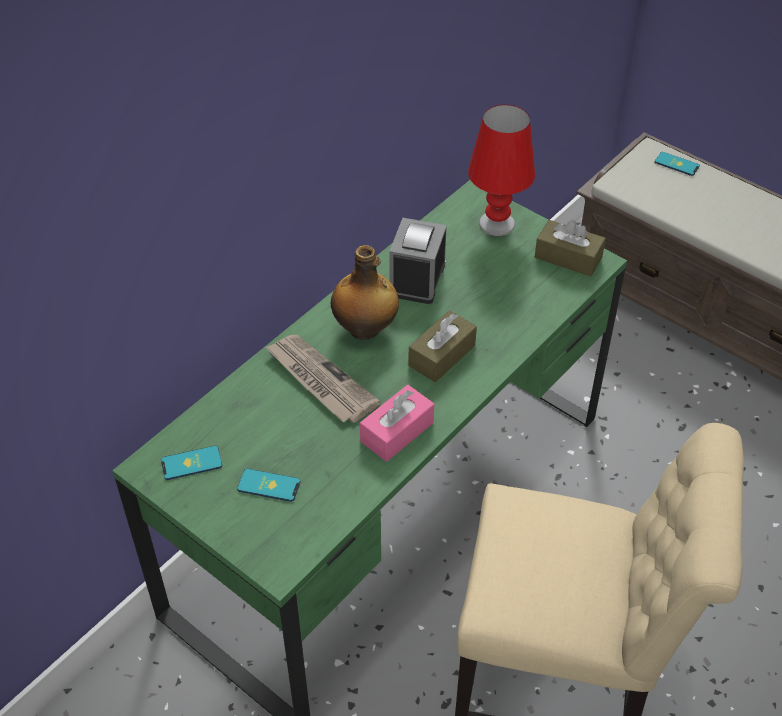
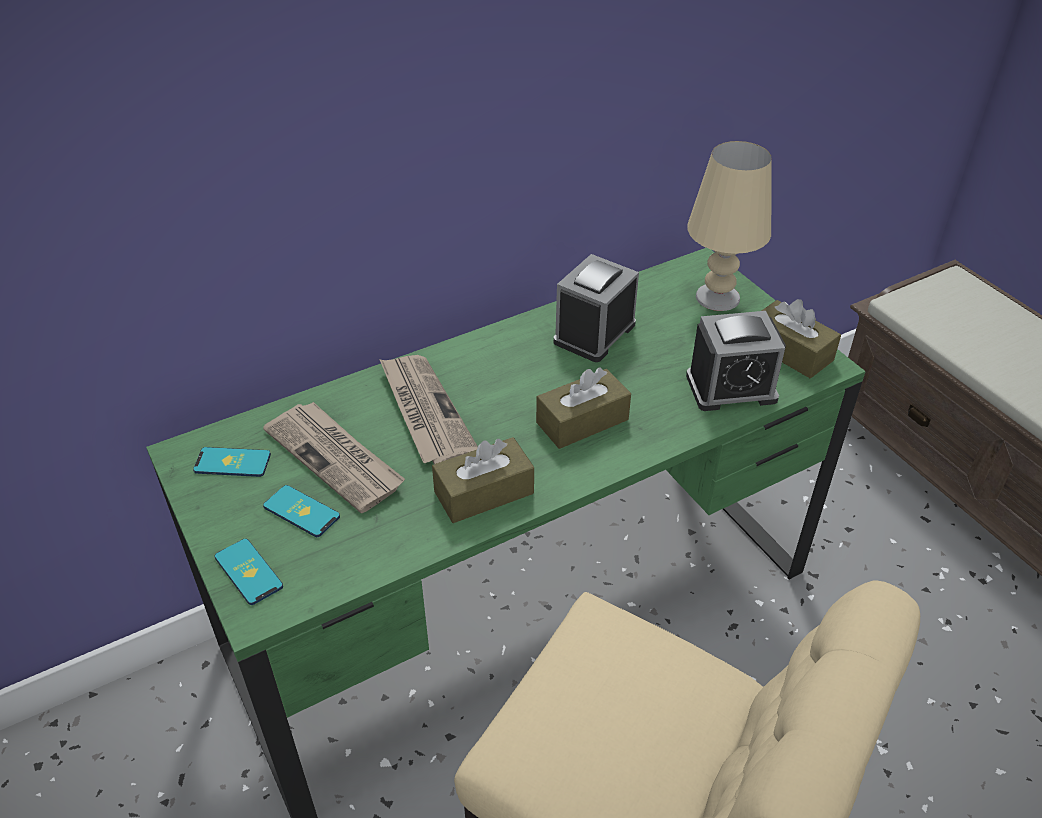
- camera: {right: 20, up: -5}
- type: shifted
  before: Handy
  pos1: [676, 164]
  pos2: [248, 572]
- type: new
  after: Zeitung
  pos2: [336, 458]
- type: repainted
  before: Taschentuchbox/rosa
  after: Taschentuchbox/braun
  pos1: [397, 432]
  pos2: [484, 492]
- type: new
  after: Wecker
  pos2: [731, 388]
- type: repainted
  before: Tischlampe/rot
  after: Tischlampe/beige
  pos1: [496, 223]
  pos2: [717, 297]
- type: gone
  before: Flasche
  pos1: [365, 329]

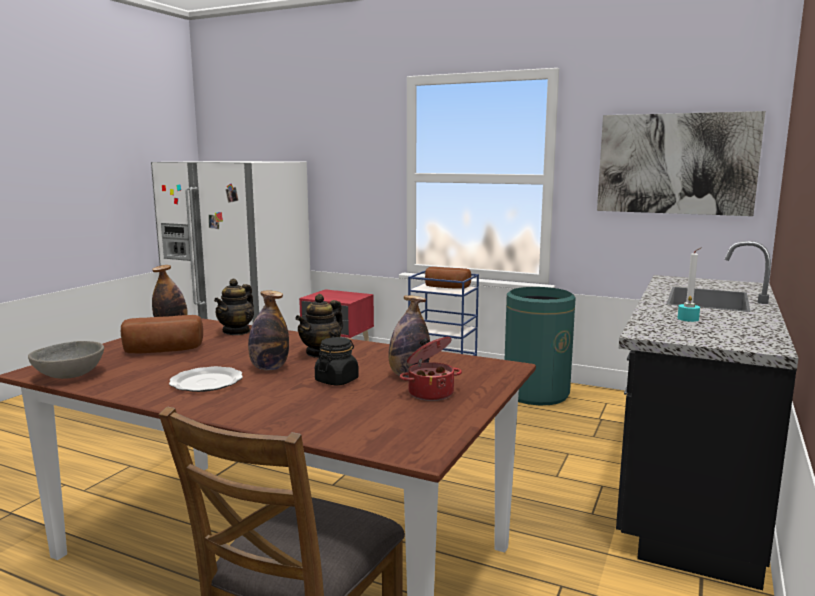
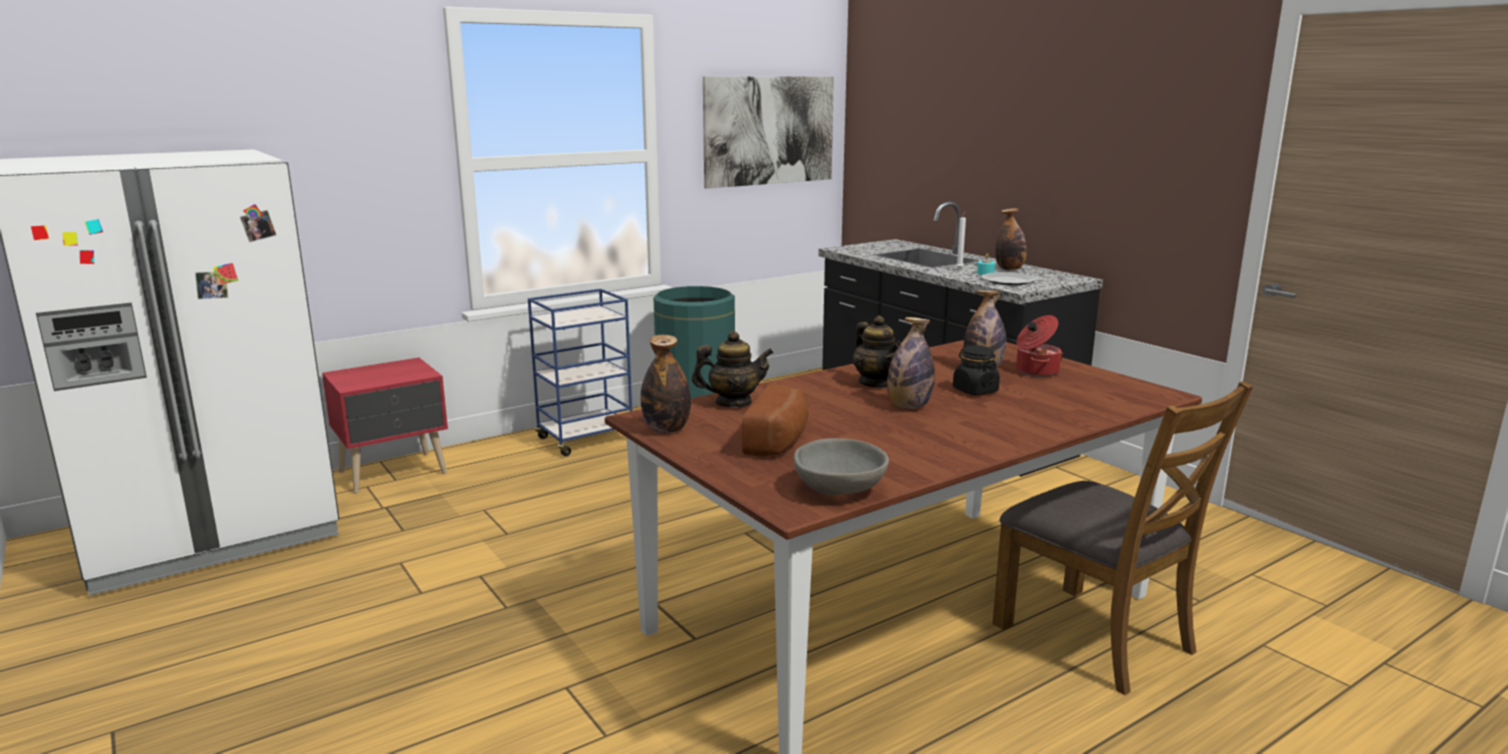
- camera: {right: -60, up: 5}
- type: rotated
  before: Teekanne
  pos1: [236, 331]
  pos2: [733, 403]
  turn: -60
- type: shifted
  before: Teller
  pos1: [207, 382]
  pos2: [1008, 281]
- type: new
  after: Flasche
  pos2: [1009, 269]
- type: gone
  before: Brot
  pos1: [446, 287]

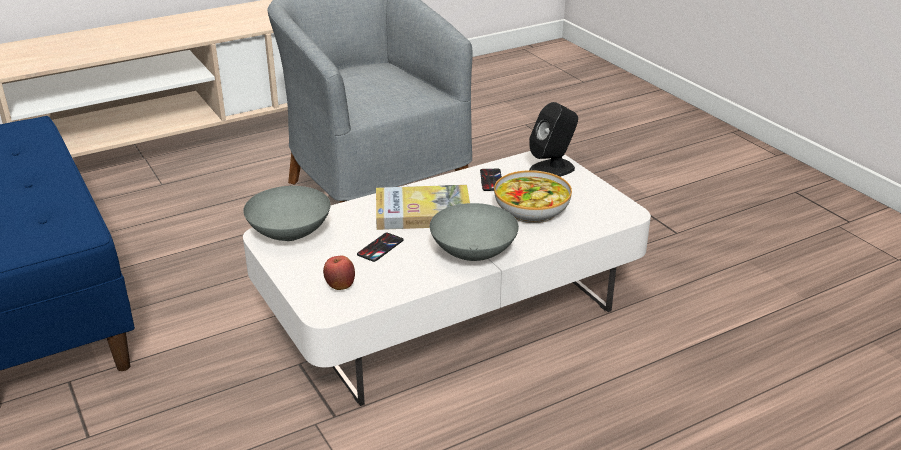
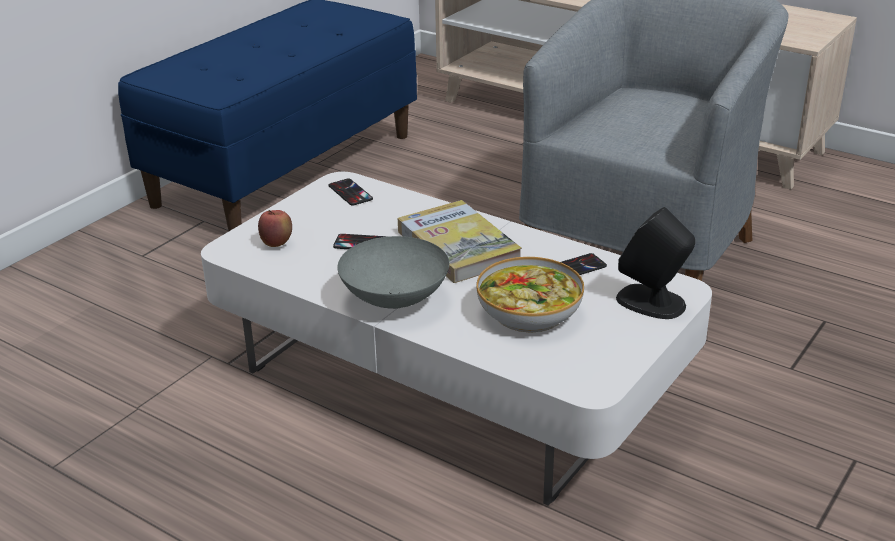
- camera: {right: 65, up: 0}
- type: swapped
  before: Schüssel/grau
  after: Handy
  pos1: [290, 235]
  pos2: [350, 192]

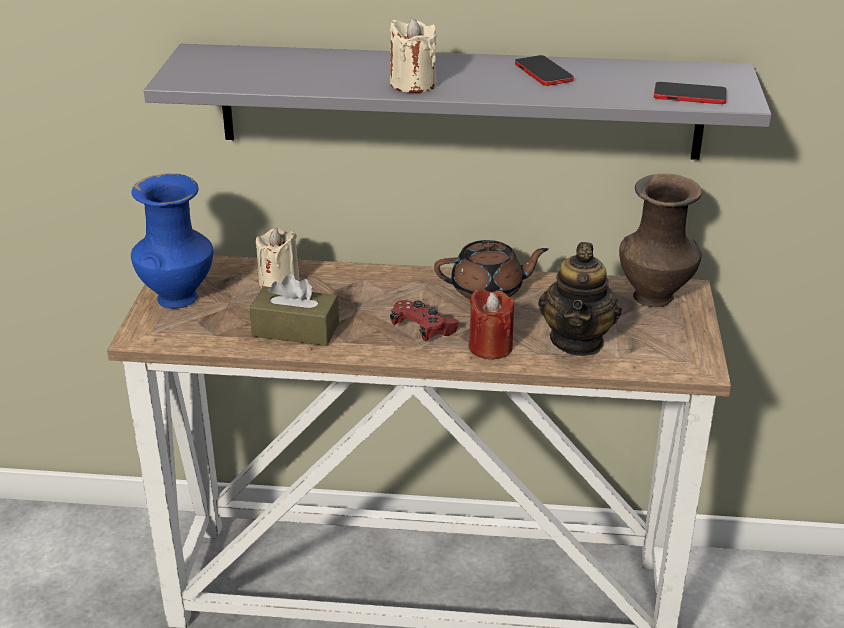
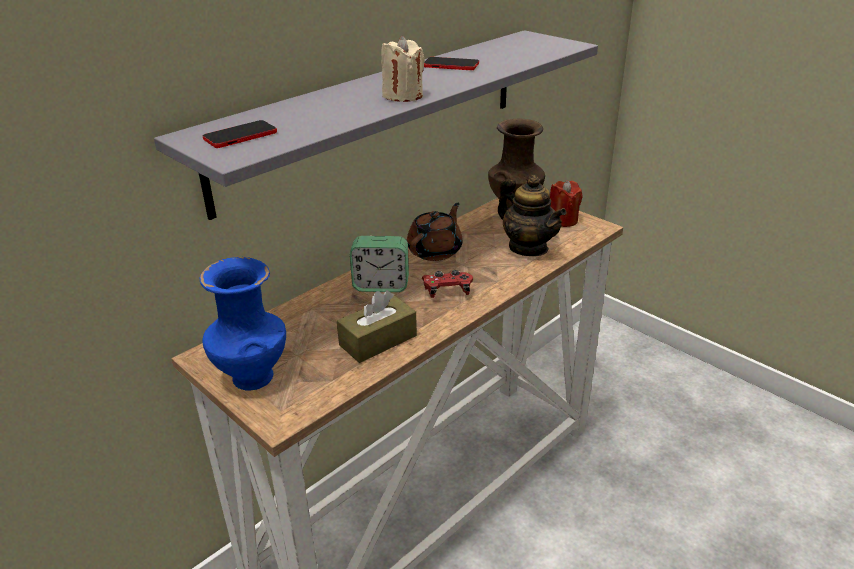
- camera: {right: -50, up: 0}
- type: shifted
  before: Handy
  pos1: [689, 95]
  pos2: [240, 136]
- type: new
  after: Wecker
  pos2: [381, 285]
- type: shifted
  before: Kerze/rot
  pos1: [490, 347]
  pos2: [562, 220]
- type: gone
  before: Kerze/beige
  pos1: [279, 282]

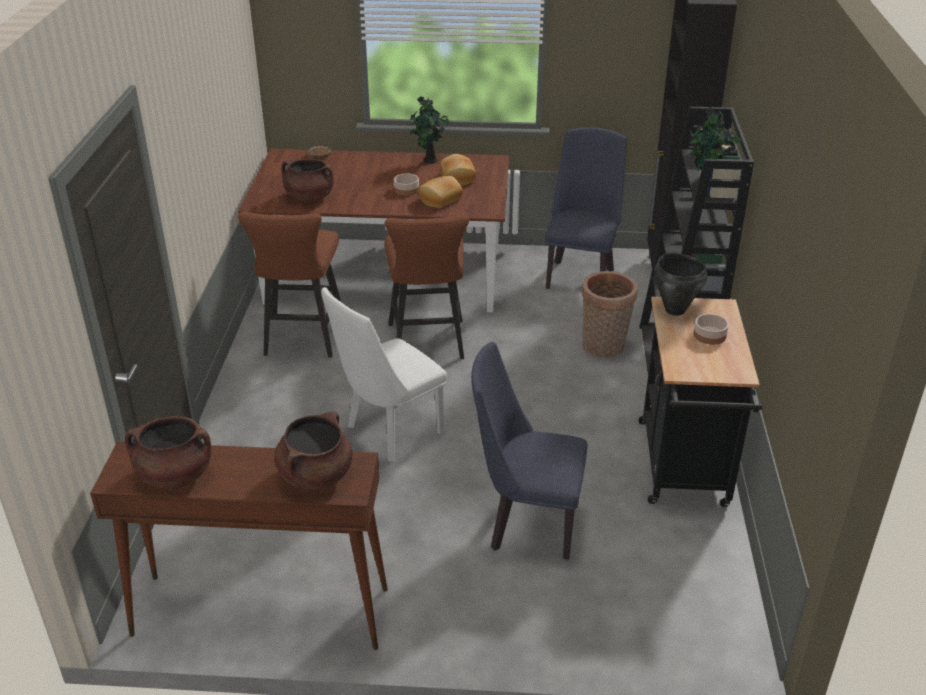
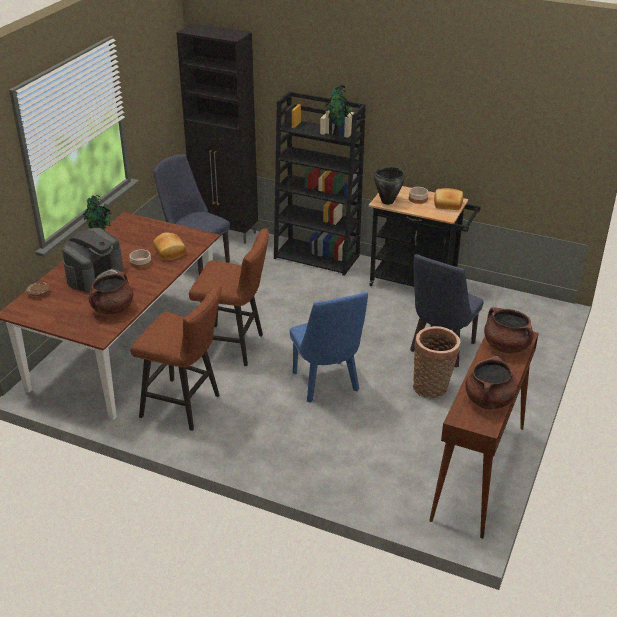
- camera: {right: -70, up: 0}
- type: new
  after: Kaffeemaschine
  pos2: [95, 275]
- type: repainted
  before: Stuhl/weiß
  after: Stuhl/blau
  pos1: [388, 433]
  pos2: [327, 385]
- type: shifted
  before: Korb
  pos1: [604, 348]
  pos2: [432, 387]
- type: shifted
  before: Brot
  pos1: [456, 178]
  pos2: [447, 205]

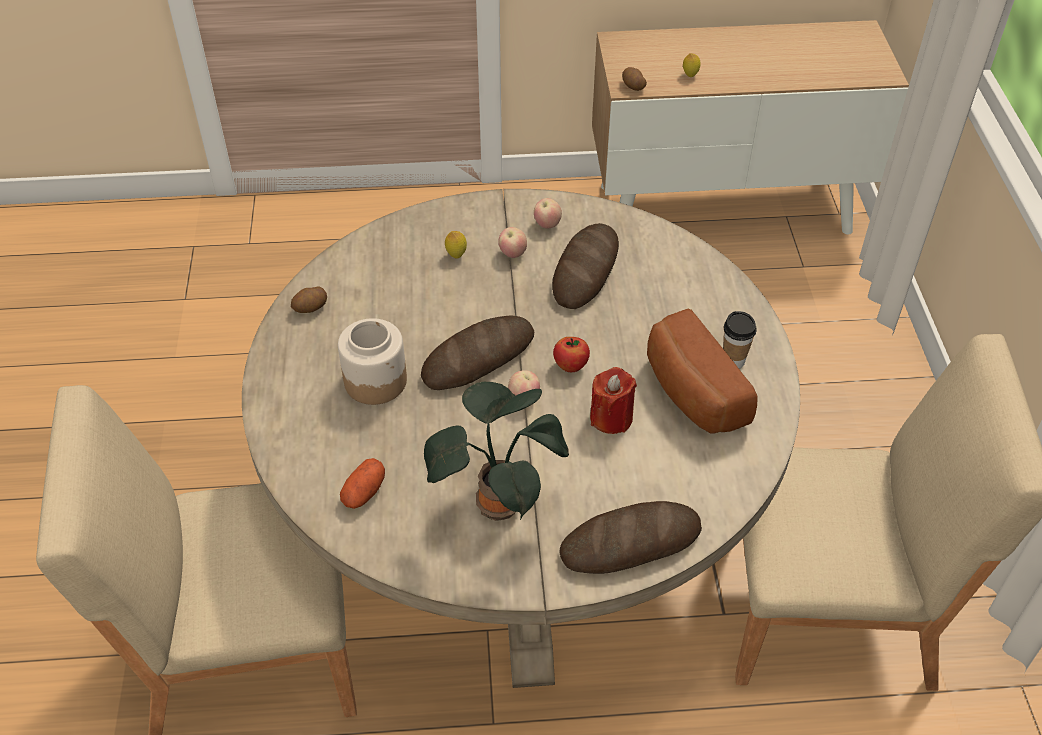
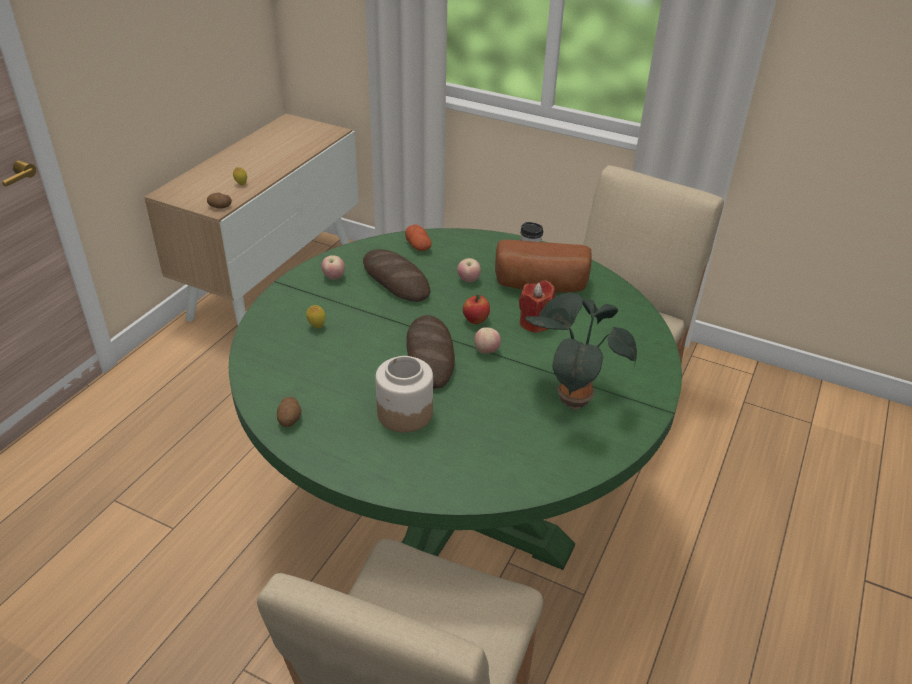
- camera: {right: -60, up: -10}
- type: repainted
  before: Esstisch/beige
  after: Esstisch/grün
  pos1: [521, 543]
  pos2: [450, 509]
- type: shifted
  before: Kartoffel
  pos1: [364, 492]
  pos2: [418, 246]
- type: shifted
  before: Apfel
  pos1: [512, 254]
  pos2: [468, 280]
- type: gone
  before: Brot
  pos1: [630, 543]

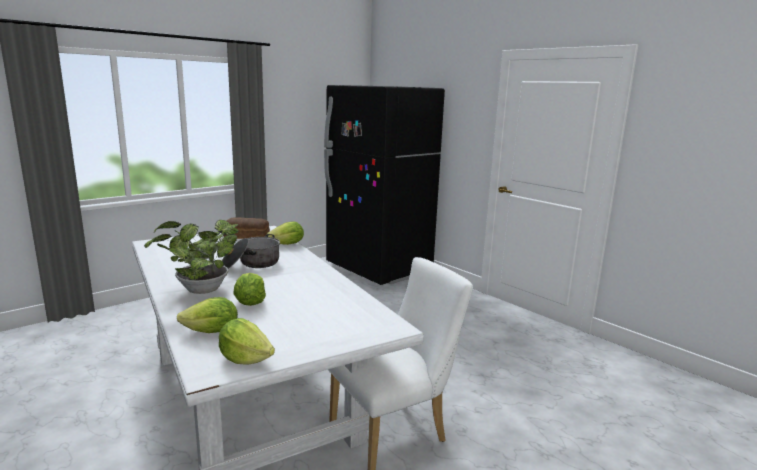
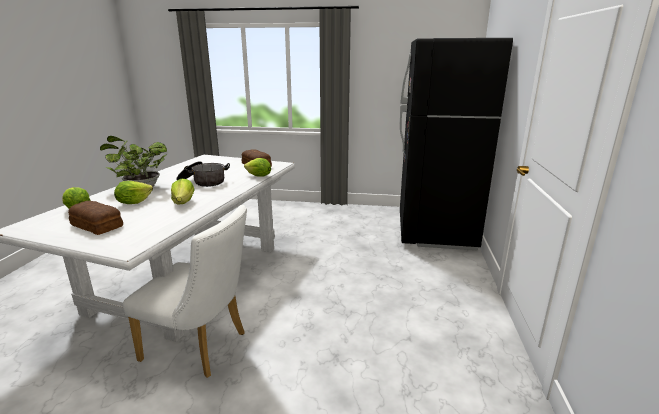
- camera: {right: 50, up: 5}
- type: new
  after: Brot
  pos2: [97, 225]
- type: shifted
  before: Salatkopf
  pos1: [245, 359]
  pos2: [184, 202]

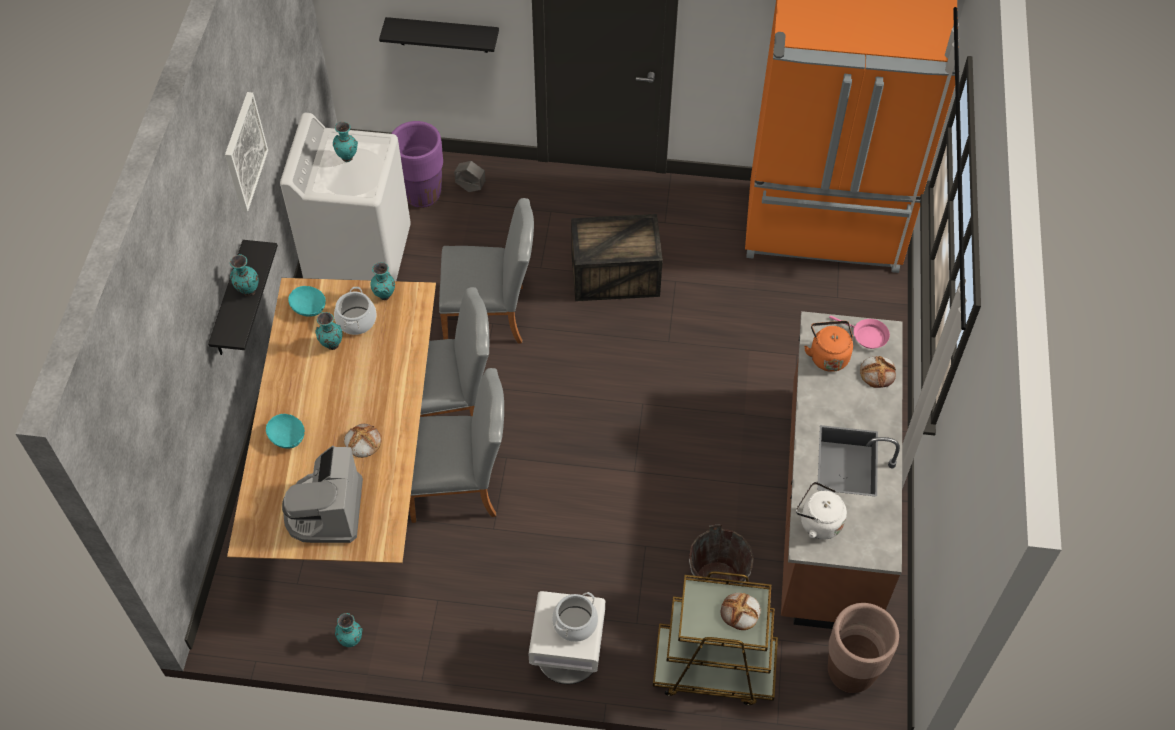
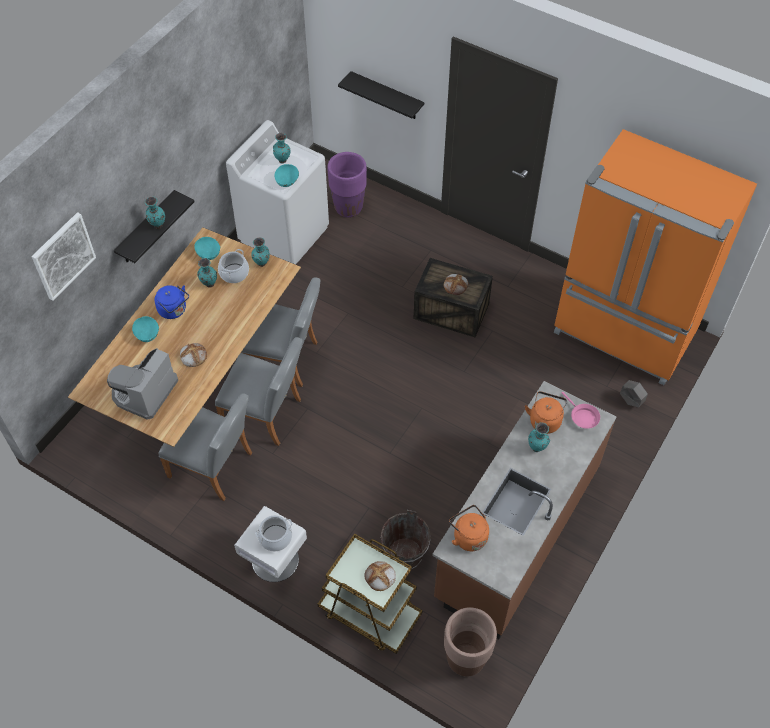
- camera: {right: 25, up: 0}
- type: shifted
  before: Bild
  pos1: [244, 152]
  pos2: [63, 256]
- type: new
  after: Wasserkessel/blau
  pos2: [174, 310]
- type: shifted
  before: Stuhl/grau
  pos1: [491, 314]
  pos2: [215, 467]
- type: new
  after: Schüssel/türkis
  pos2: [287, 181]
- type: shifted
  before: Brot
  pos1: [877, 373]
  pos2: [456, 285]
- type: repainted
  before: Wasserkessel/weiß
  after: Wasserkessel/orange
  pos1: [817, 522]
  pos2: [468, 536]
- type: shifted
  before: Vase/türkis
  pos1: [352, 641]
  pos2: [537, 448]
- type: shifted
  before: Pflanzkübel/grau
  pos1: [470, 187]
  pos2: [631, 401]

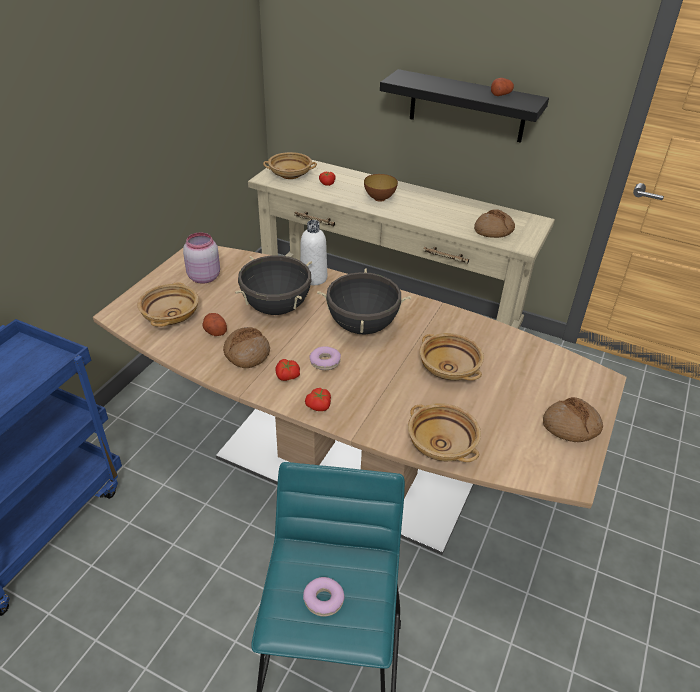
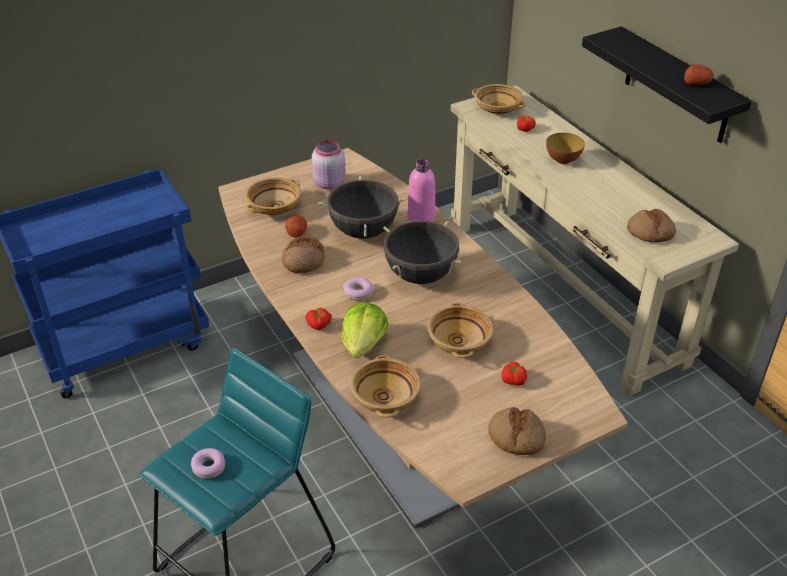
- camera: {right: 35, up: 0}
- type: new
  after: Salatkopf
  pos2: [363, 343]
- type: repainted
  before: Flasche/weiß
  after: Flasche/rosa
  pos1: [313, 278]
  pos2: [421, 217]
- type: shifted
  before: Tomate
  pos1: [287, 376]
  pos2: [512, 380]

